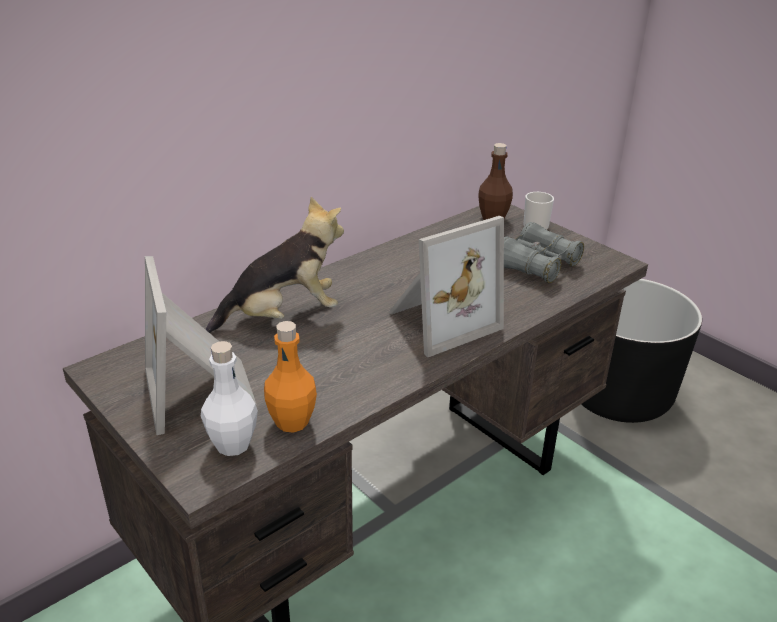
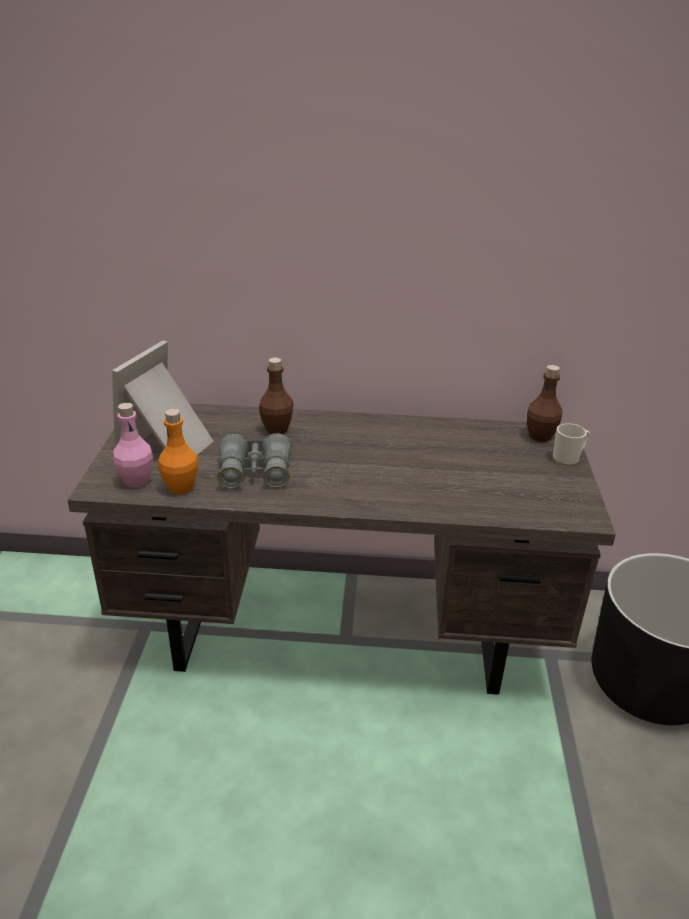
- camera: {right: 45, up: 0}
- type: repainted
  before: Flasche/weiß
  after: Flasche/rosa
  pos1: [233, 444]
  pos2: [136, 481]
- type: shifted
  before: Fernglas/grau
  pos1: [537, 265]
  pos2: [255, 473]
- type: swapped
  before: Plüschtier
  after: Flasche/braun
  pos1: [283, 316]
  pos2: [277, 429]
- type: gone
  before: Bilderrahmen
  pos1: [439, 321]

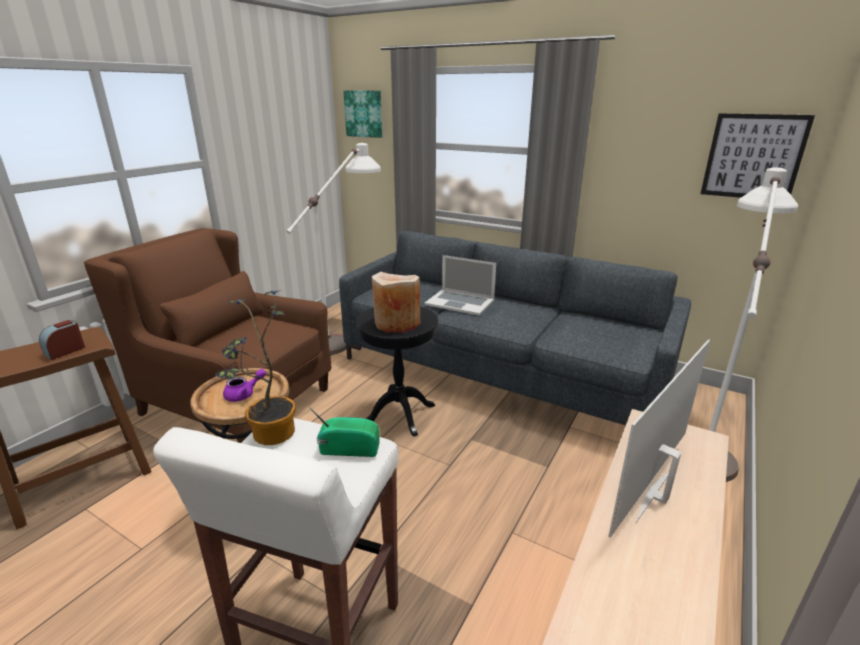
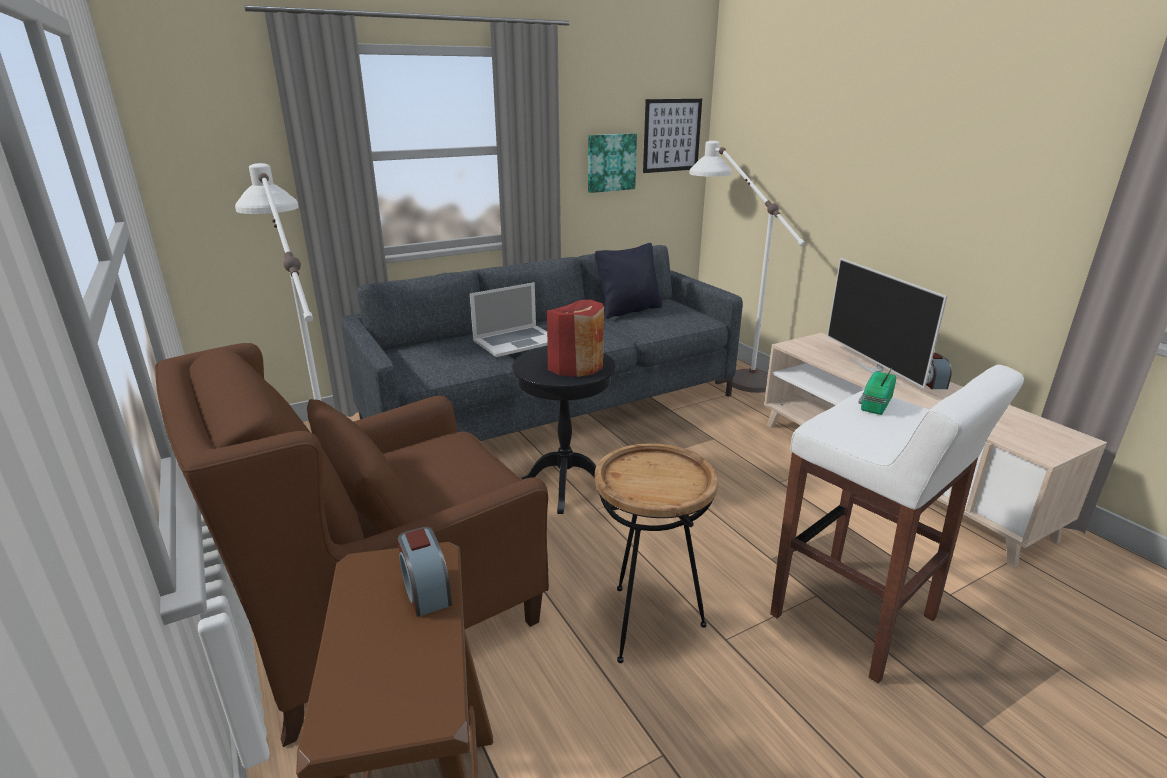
- camera: {right: -60, up: 0}
- type: repainted
  before: Vase/beige
  after: Vase/rot
  pos1: [397, 323]
  pos2: [575, 366]
- type: shifted
  before: Bild
  pos1: [364, 113]
  pos2: [610, 162]
- type: new
  after: Kissen/schwarz
  pos2: [629, 310]
- type: new
  after: Wecker
  pos2: [931, 382]
- type: gone
  before: Topfpflanze
  pos1: [269, 436]
- type: gone
  before: Teekanne/lila
  pos1: [244, 394]

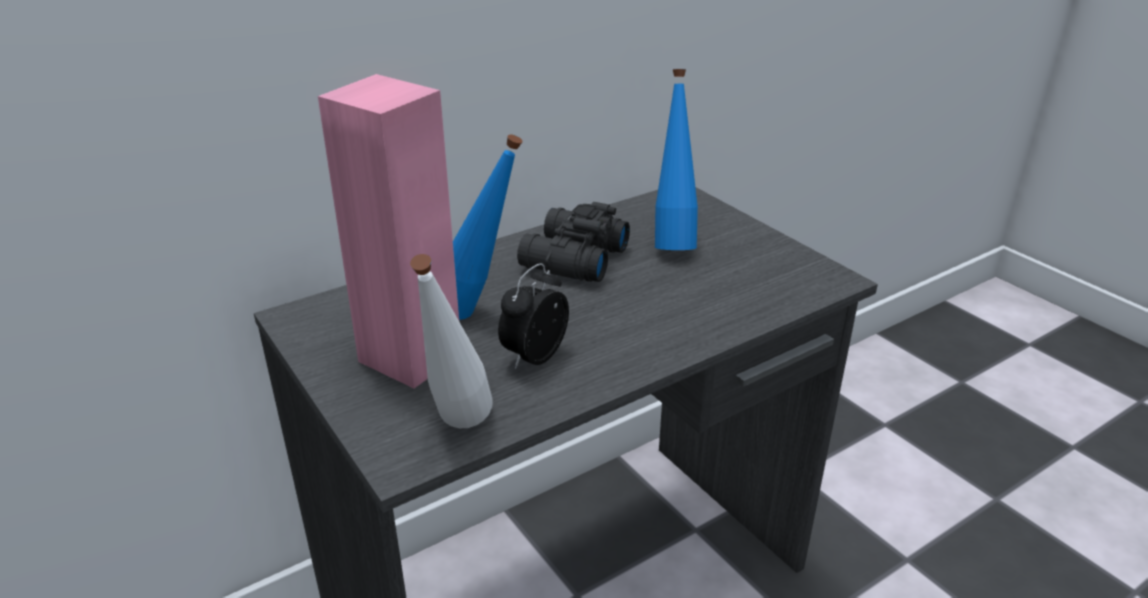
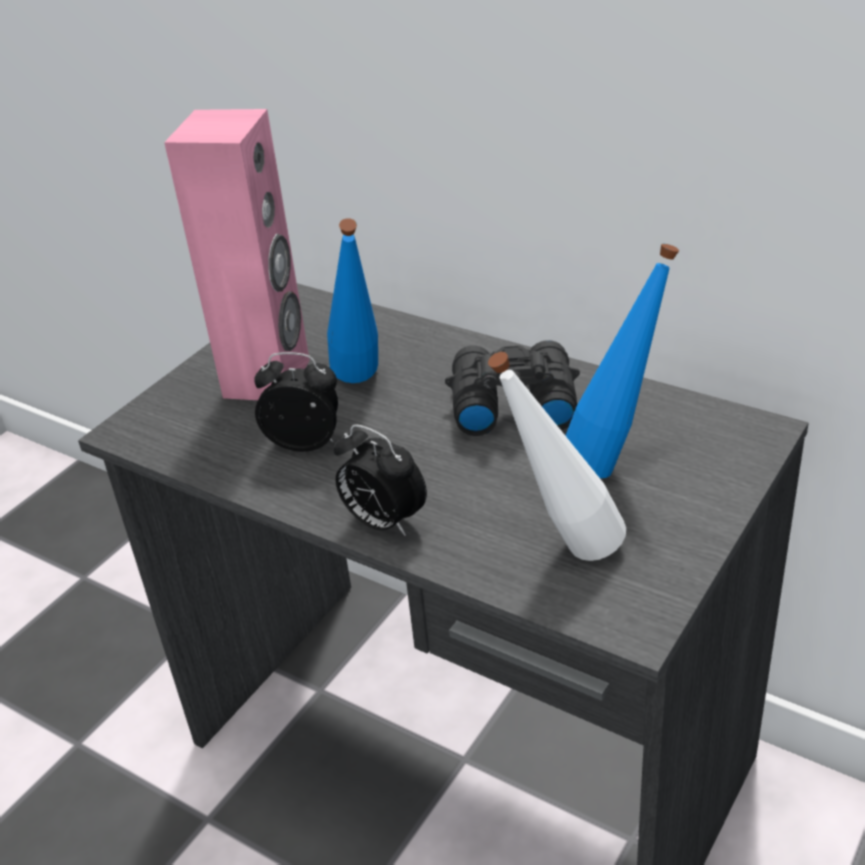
- camera: {right: 70, up: 5}
- type: new
  after: Wecker
  pos2: [383, 522]
- type: shifted
  before: Flasche/weiß
  pos1: [457, 433]
  pos2: [562, 552]

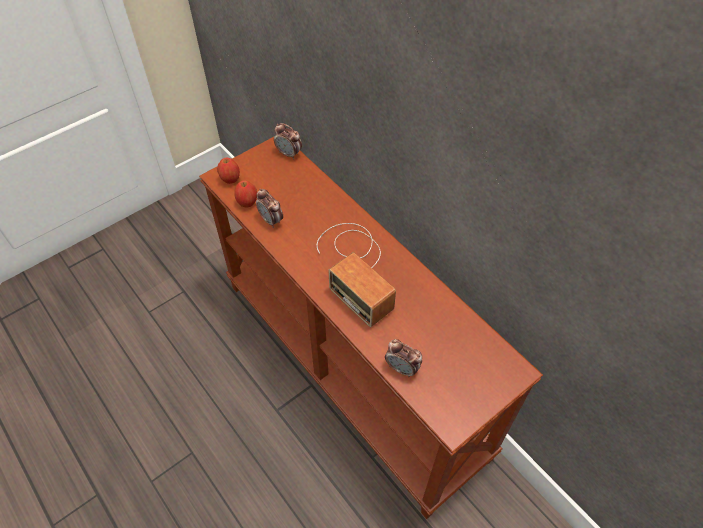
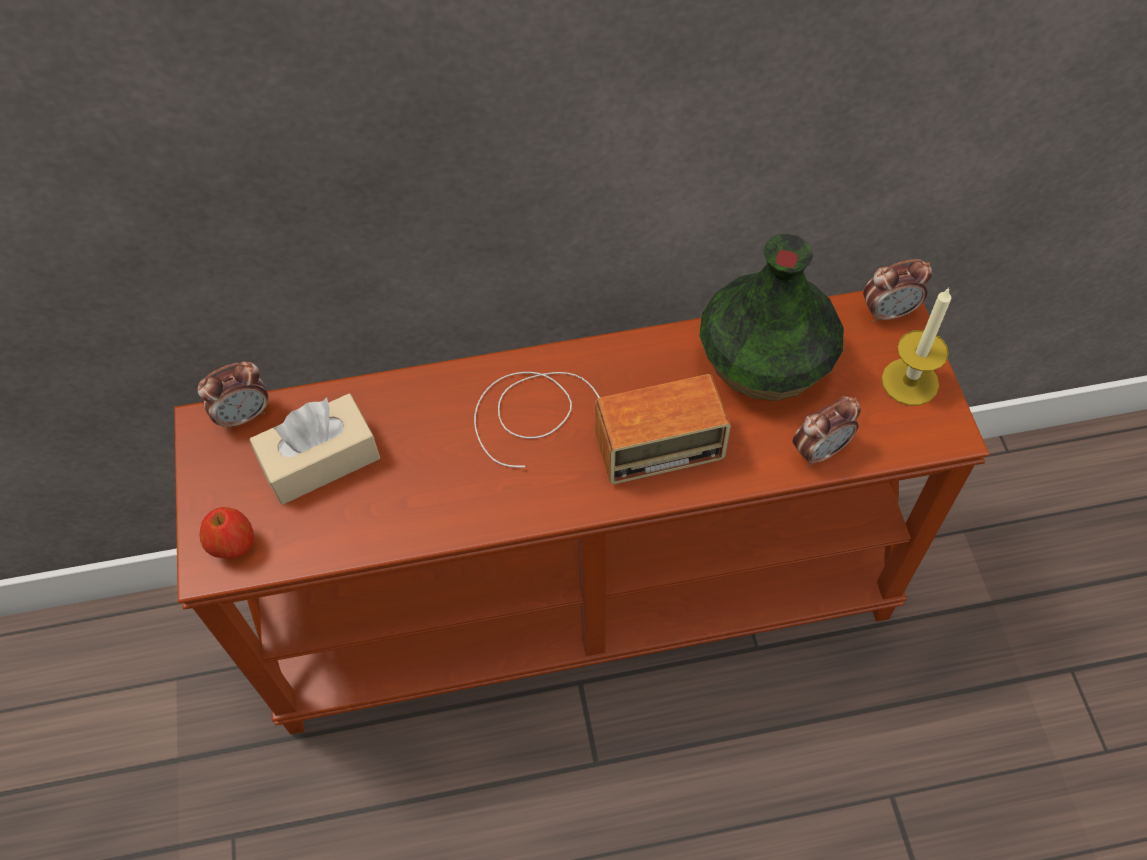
- camera: {right: -60, up: 5}
- type: new
  after: Taschentuchbox/beige
  pos2: [320, 460]
- type: new
  after: Vase
  pos2: [764, 362]
- type: shifted
  before: Wecker
  pos1: [271, 220]
  pos2: [888, 312]
- type: new
  after: Kerze
  pos2: [910, 382]
- type: gone
  before: Apfel
  pos1: [247, 202]

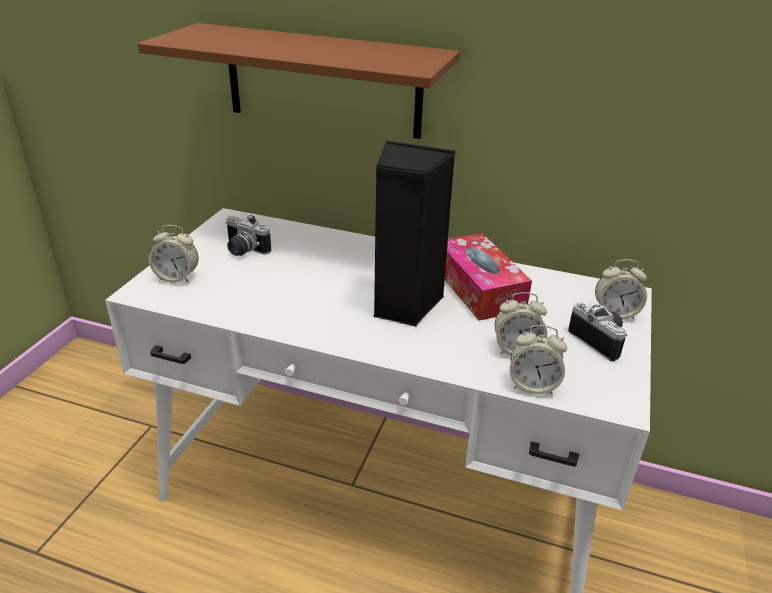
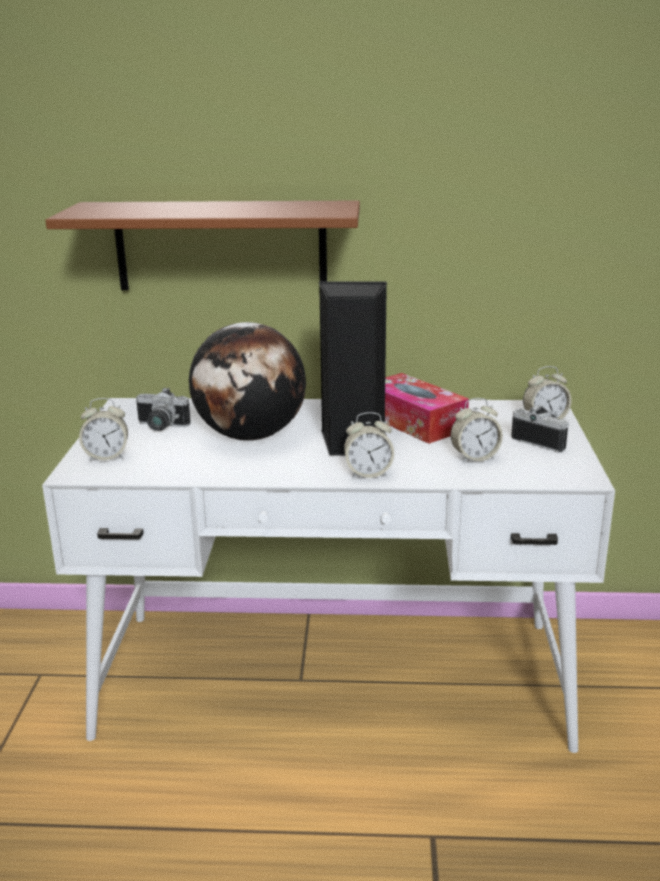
- camera: {right: -15, up: -10}
- type: new
  after: Globus
  pos2: [251, 436]
- type: shifted
  before: Wecker
  pos1: [532, 385]
  pos2: [368, 474]

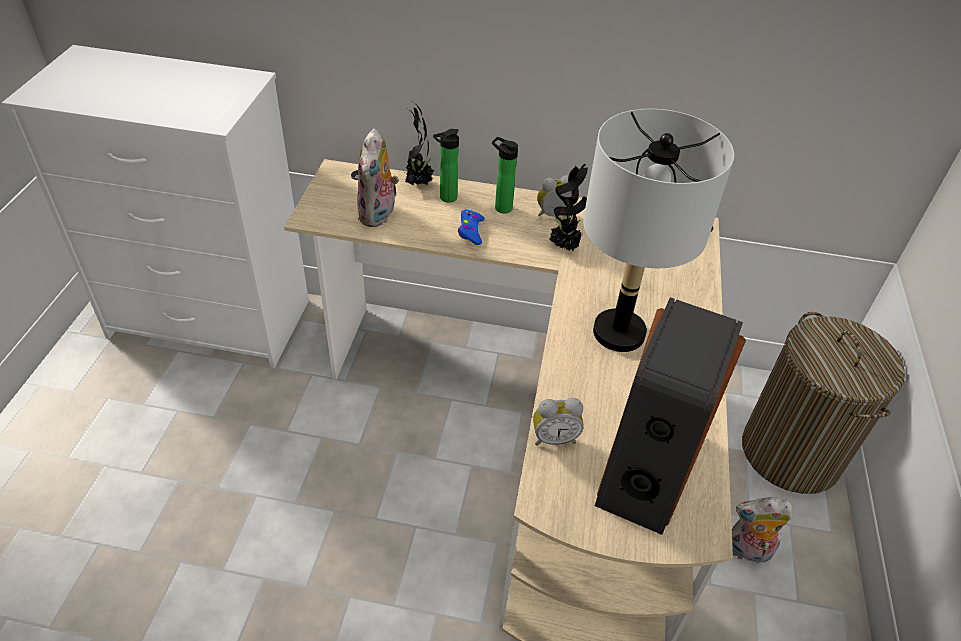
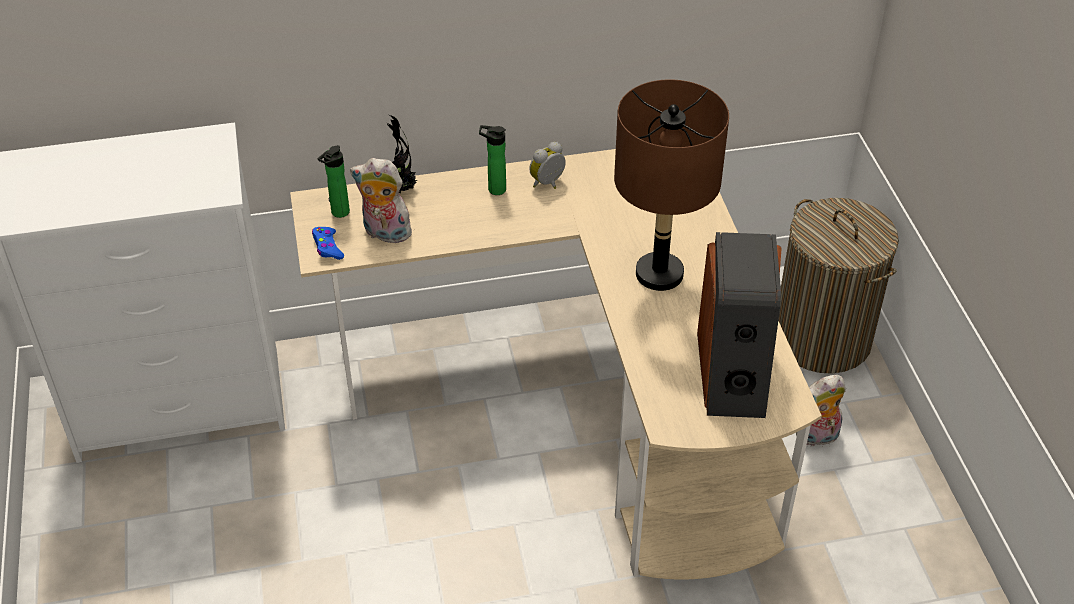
- camera: {right: -20, up: 0}
- type: shifted
  before: Gamepad/blau
  pos1: [471, 231]
  pos2: [327, 247]
- type: shifted
  before: Flasche
  pos1: [446, 198]
  pos2: [338, 213]
- type: rotated
  before: Plüschtier
  pos1: [379, 215]
  pos2: [384, 233]
  turn: 120
- type: repainted
  before: Tischlampe/grau
  after: Tischlampe/braun
  pos1: [619, 333]
  pos2: [659, 273]
- type: gone
  before: Wecker
  pos1: [554, 438]
- type: gone
  before: Topfpflanze
  pos1: [565, 247]

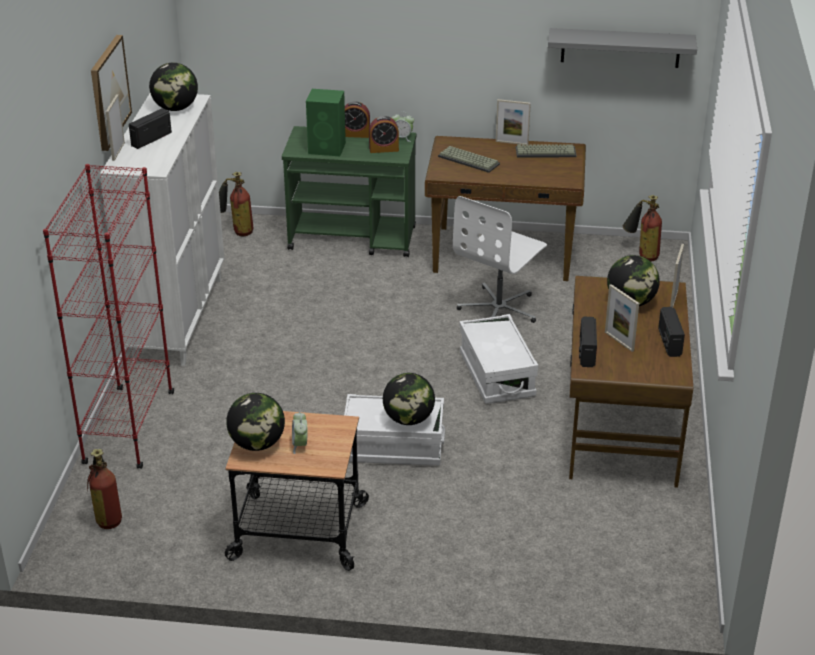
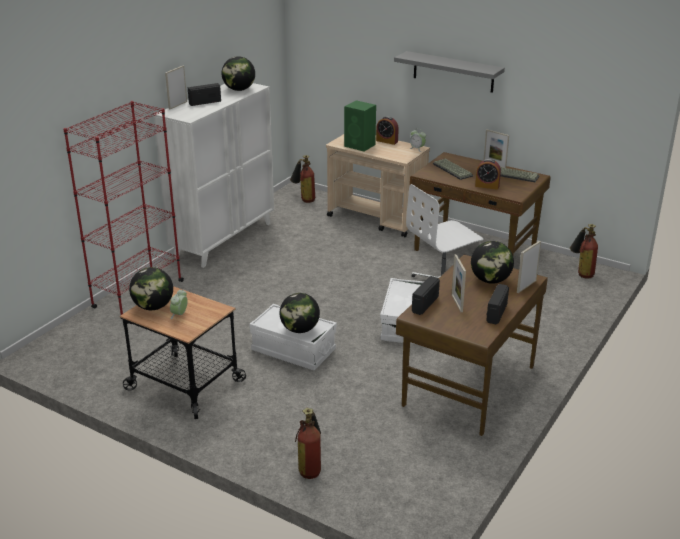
- camera: {right: 25, up: -5}
- type: shifted
  before: Feuerlöscher
  pos1: [107, 515]
  pos2: [311, 466]
- type: repainted
  before: Rollwagen/grün
  after: Rollwagen/beige
  pos1: [353, 238]
  pos2: [377, 218]
- type: shifted
  before: Wandregal/grau
  pos1: [620, 48]
  pos2: [453, 72]
- type: shifted
  before: Wecker
  pos1: [384, 149]
  pos2: [487, 186]
- type: gone
  before: Bild
  pos1: [109, 92]

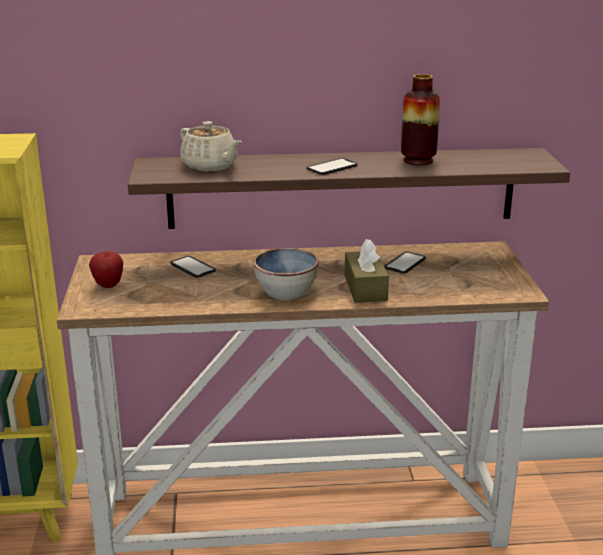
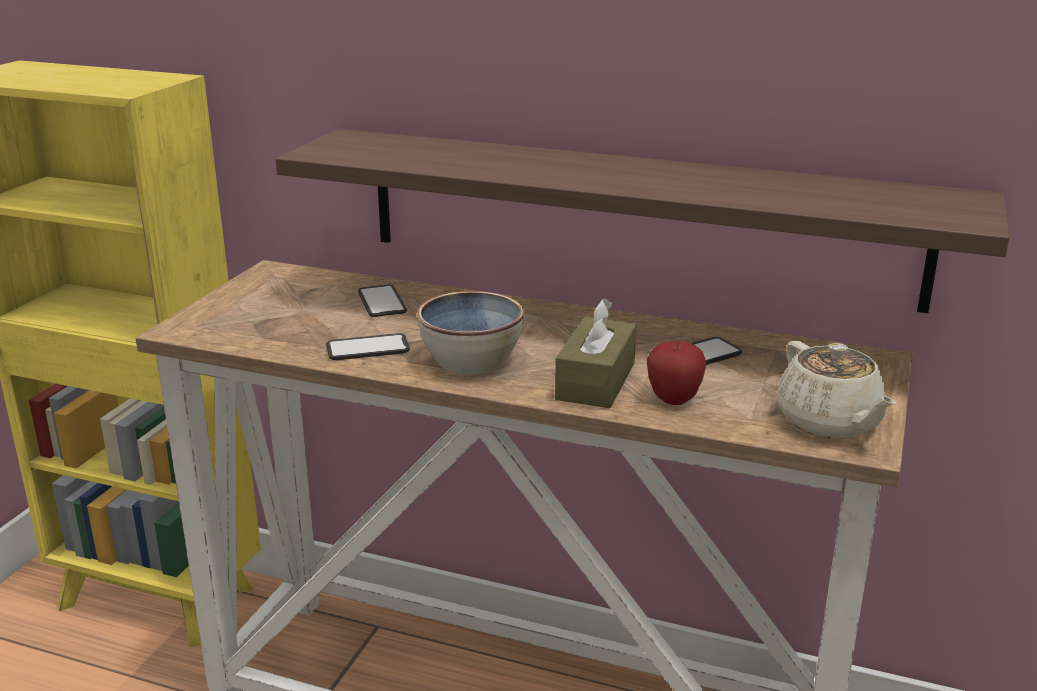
- camera: {right: 25, up: 0}
- type: shifted
  before: Handy
  pos1: [332, 167]
  pos2: [368, 348]
- type: shifted
  before: Apfel
  pos1: [108, 285]
  pos2: [673, 400]
- type: shifted
  before: Teekanne/beige
  pos1: [210, 166]
  pos2: [829, 423]
- type: gone
  before: Vase
  pos1: [418, 160]

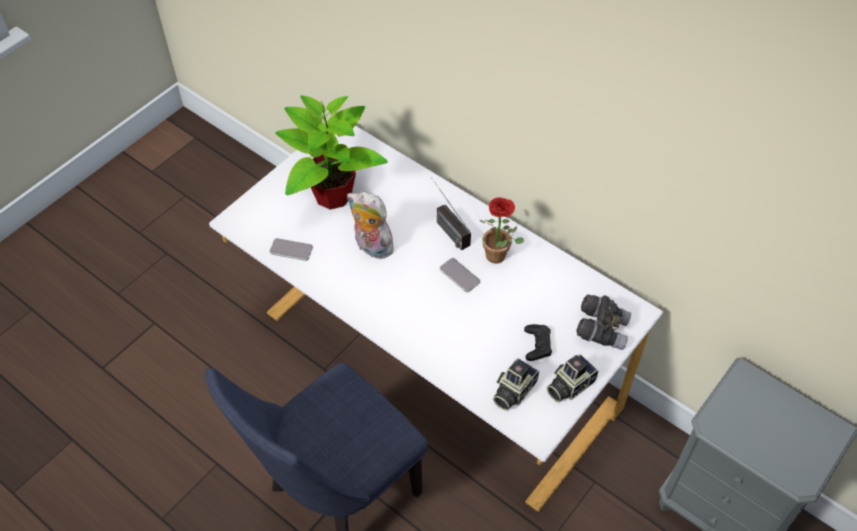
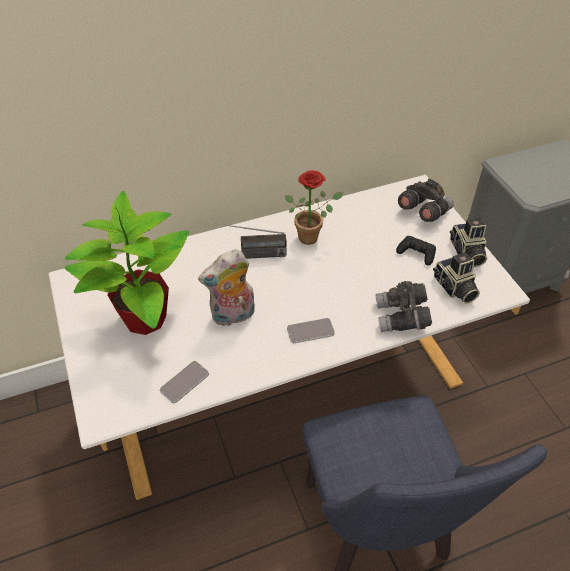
- camera: {right: -60, up: -5}
- type: shifted
  before: Handy
  pos1: [459, 275]
  pos2: [310, 331]
- type: new
  after: Fernglas/grau
  pos2: [401, 317]

